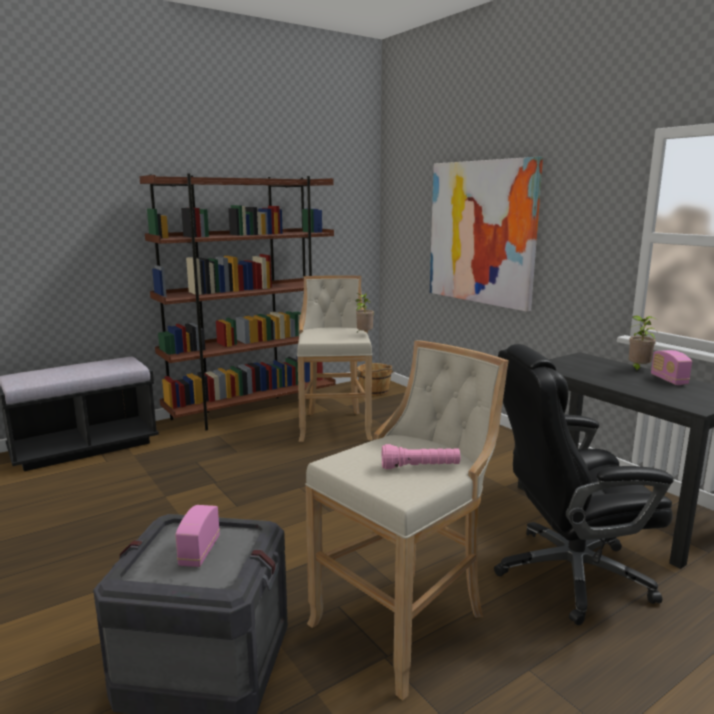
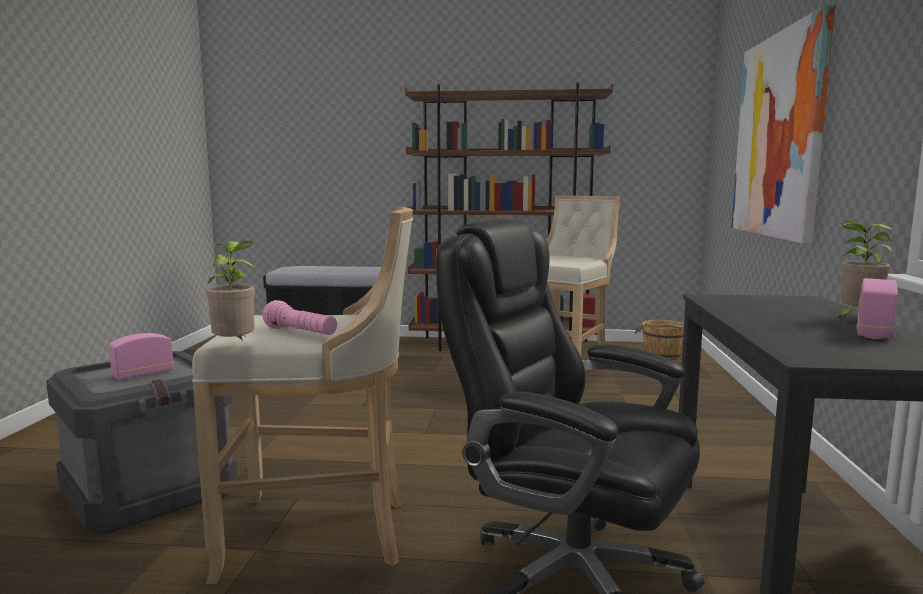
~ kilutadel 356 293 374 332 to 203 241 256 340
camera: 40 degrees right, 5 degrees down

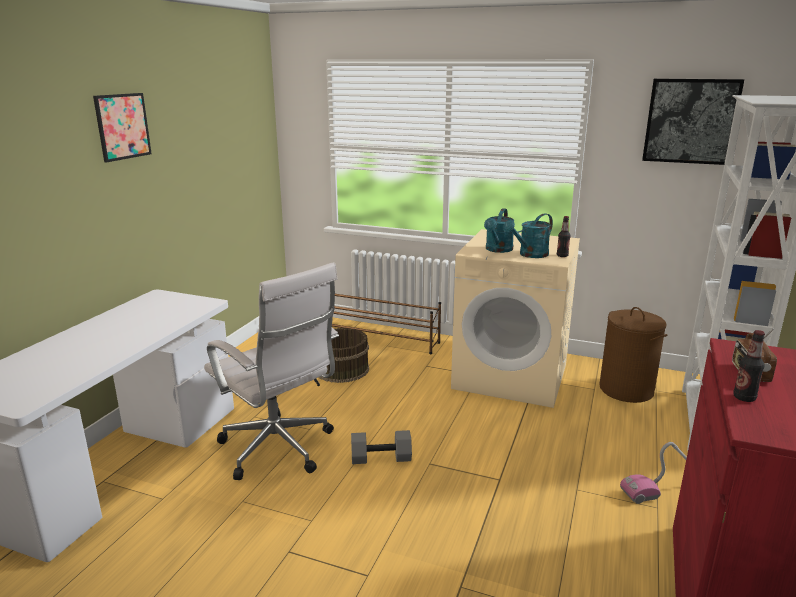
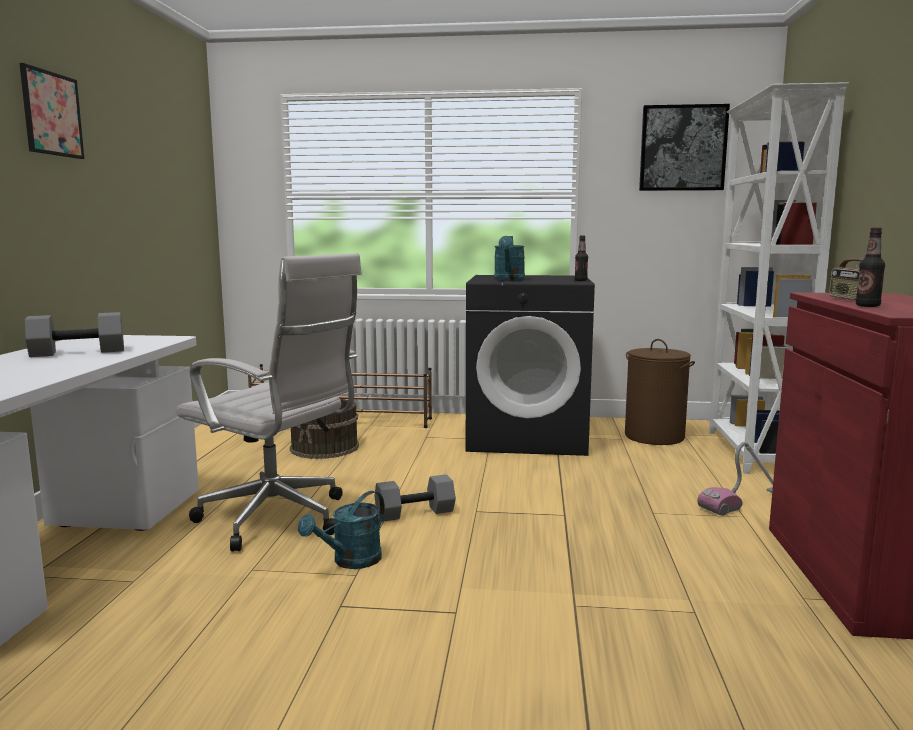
+ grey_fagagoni 25 312 124 357
~ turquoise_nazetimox 503 213 553 258 to 298 491 385 569
~ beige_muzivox 451 229 580 408 to black_muzivox 466 275 595 456
camera: 15 degrees left, 10 degrees down

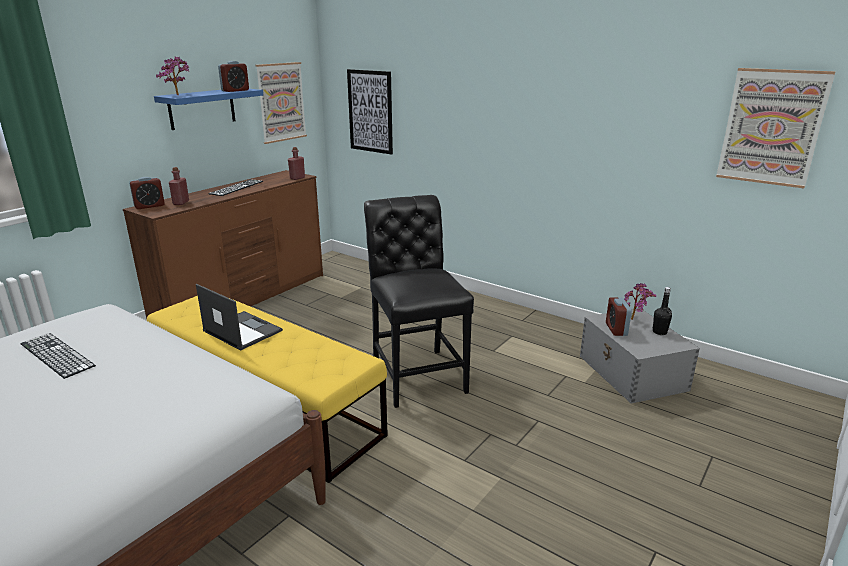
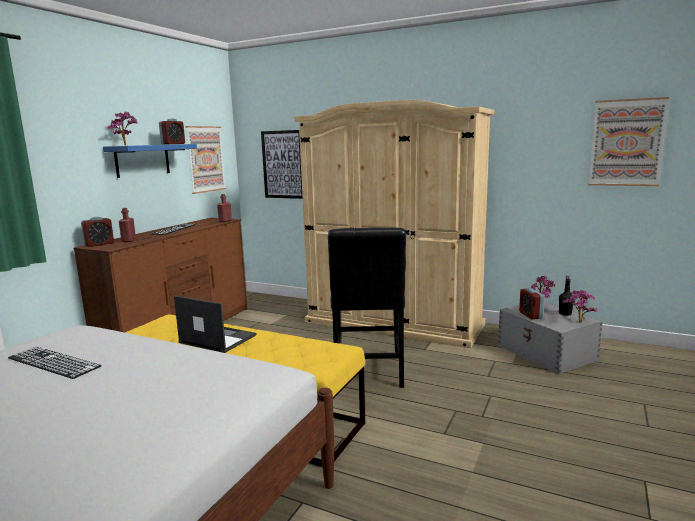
+ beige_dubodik 294 100 494 348
~ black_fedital 364 195 474 408 = 328 227 406 388 150 degrees counterclockwise
+ kilutadel 562 290 598 323
camera: 10 degrees left, 10 degrees down

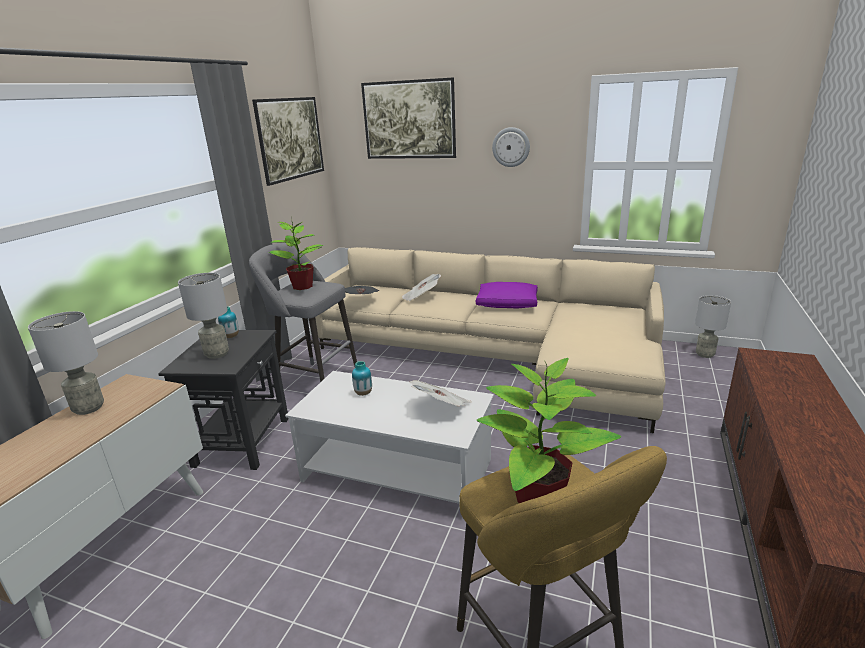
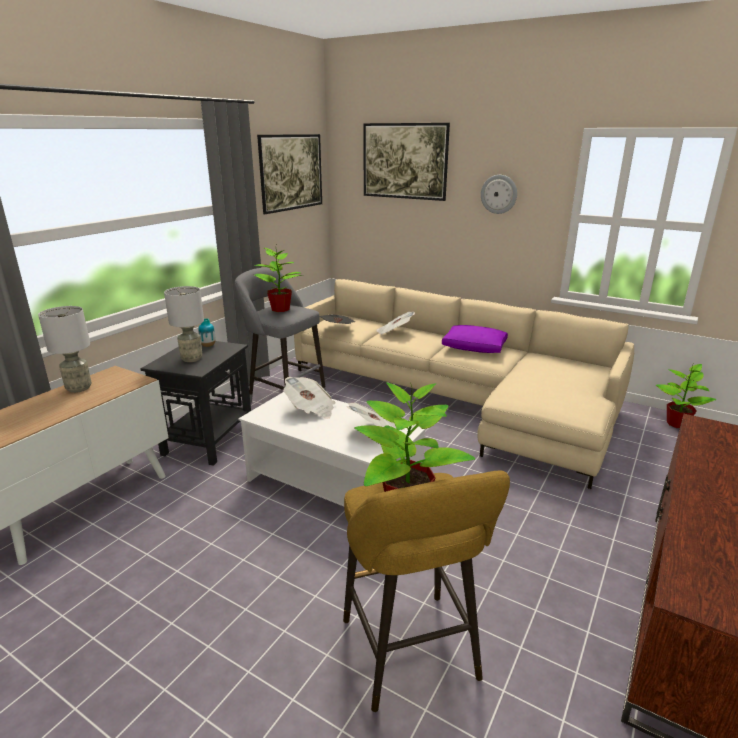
~ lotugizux 352 361 372 396 to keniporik 283 377 335 419
~ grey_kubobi 695 295 731 358 to kilutadel 656 362 717 428
camera: 10 degrees right, 0 degrees up

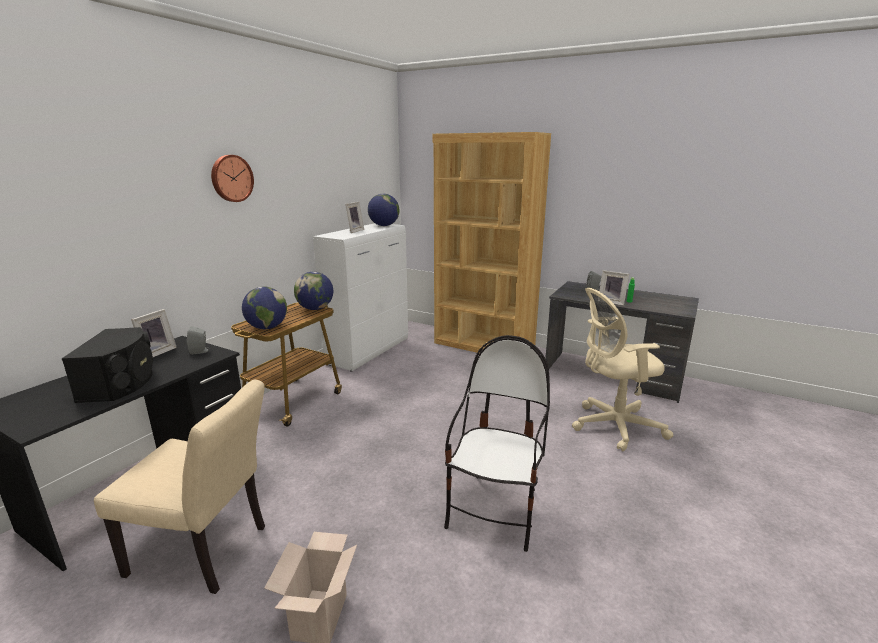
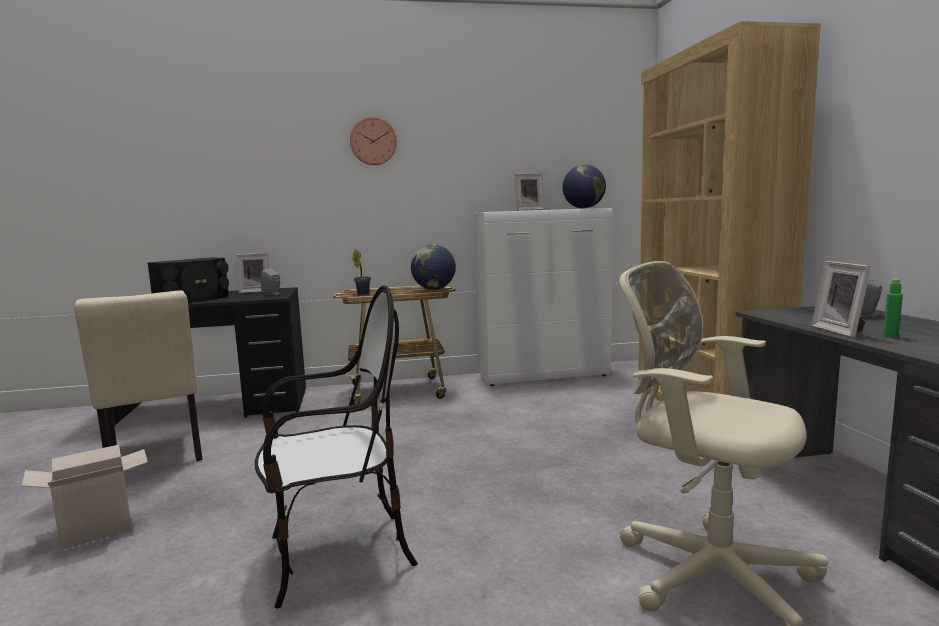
~ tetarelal 242 287 287 329 to kilutadel 353 249 371 295
camera: 50 degrees right, 10 degrees down

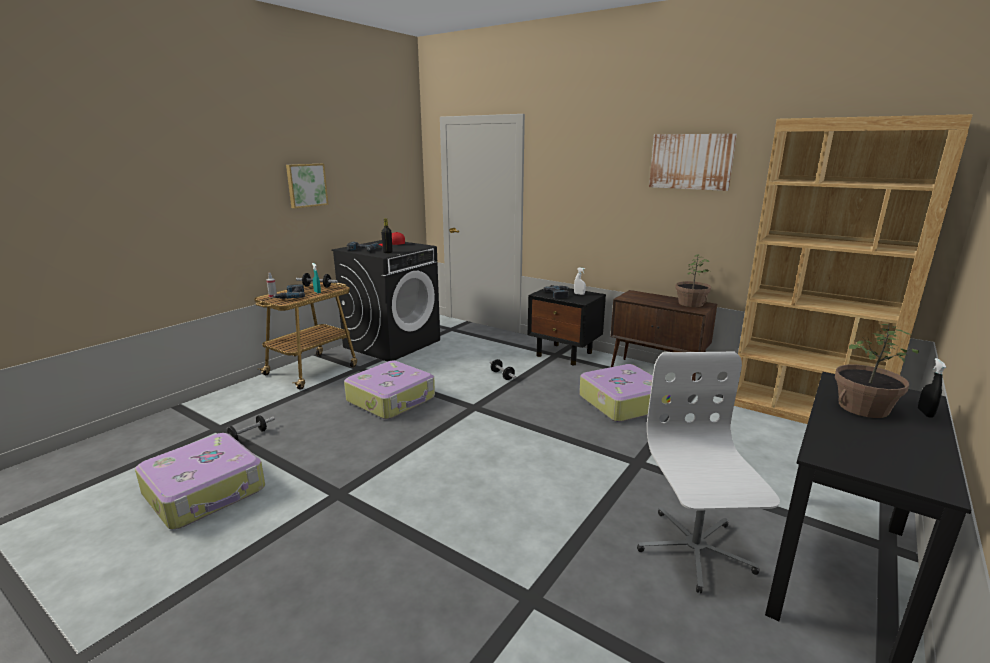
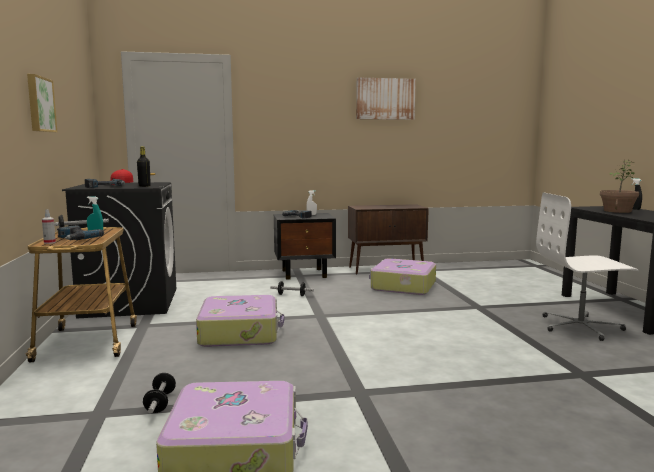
~ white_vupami 637 352 780 593 = 536 192 639 341 45 degrees counterclockwise
- kilutadel 675 254 711 307
- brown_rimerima 734 114 973 424
camera: 45 degrees left, 10 degrees down

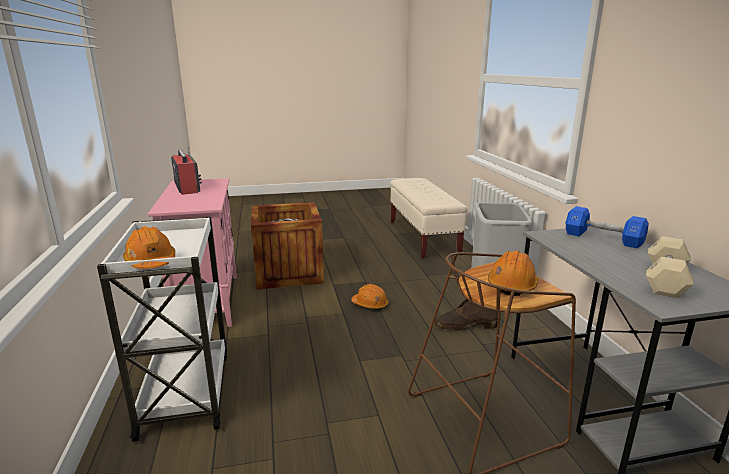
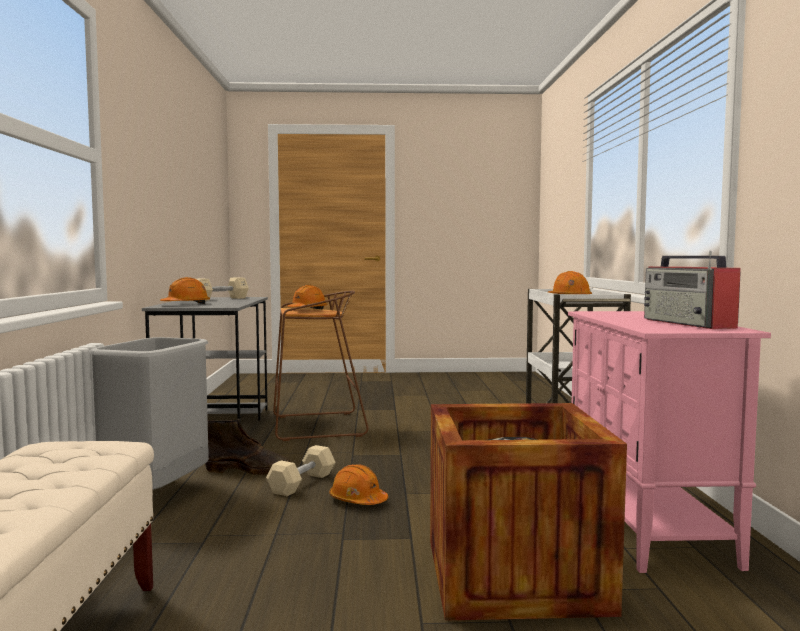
~ blue_fagagoni 566 206 649 249 to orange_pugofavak 160 277 210 304
+ beige_fagagoni 266 445 335 496
camera: 170 degrees left, 15 degrees down

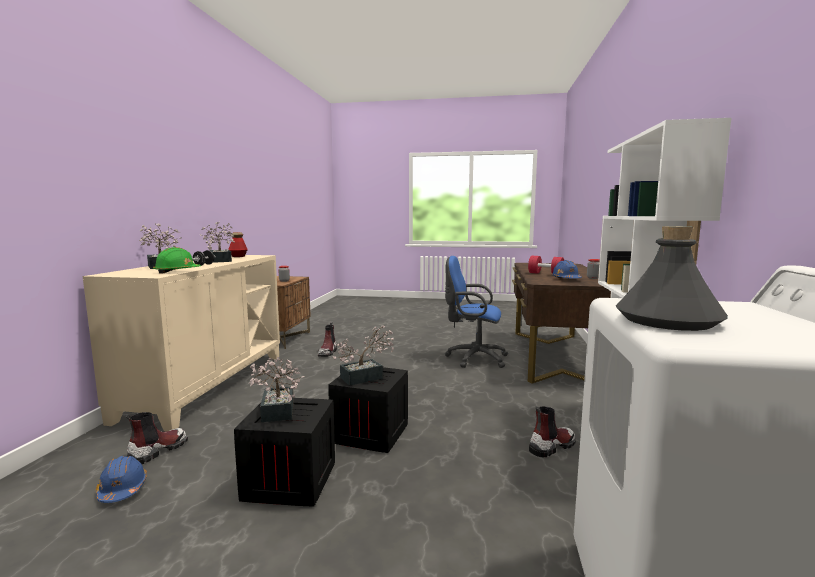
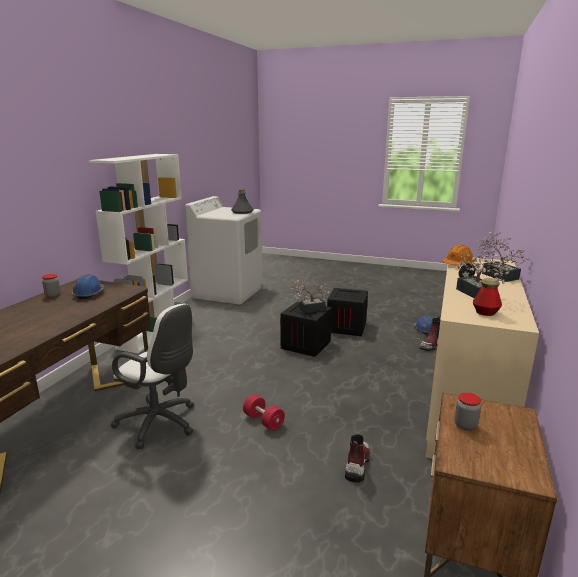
~ blue_vupami 445 256 508 368 to white_vupami 111 304 194 449
~ red_fagagoni 528 256 564 274 to 243 394 285 431
~ green_pugofavak 153 247 201 274 to orange_pugofavak 443 245 474 265
- kilutadel 249 357 304 422
- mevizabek 529 406 576 457
camera: 170 degrees left, 10 degrees up

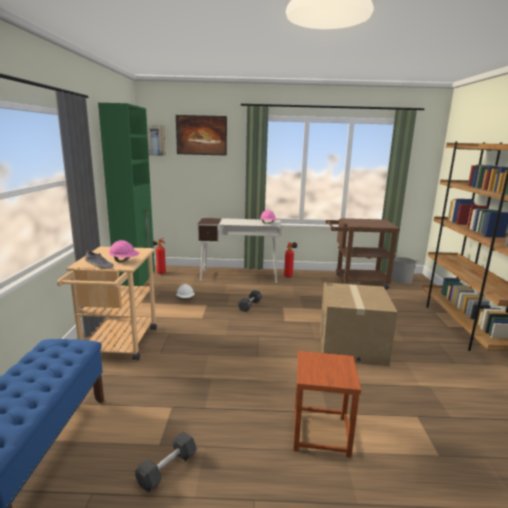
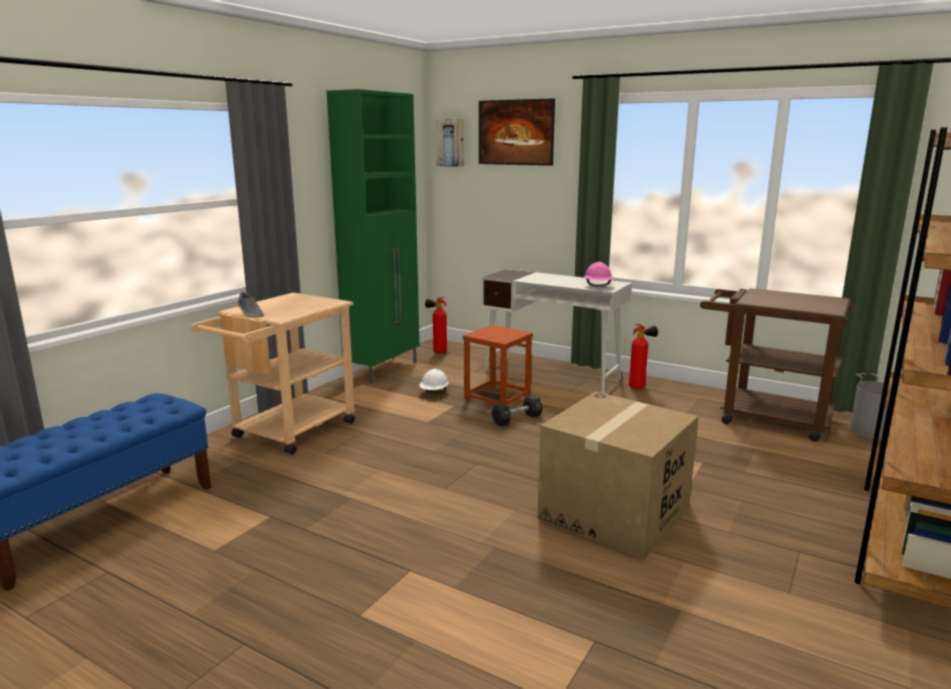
~ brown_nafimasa 293 351 361 457 to 463 325 533 405
- pink_pugofavak 109 240 139 262
- black_fagagoni 135 431 197 492
camera: 30 degrees right, 0 degrees up

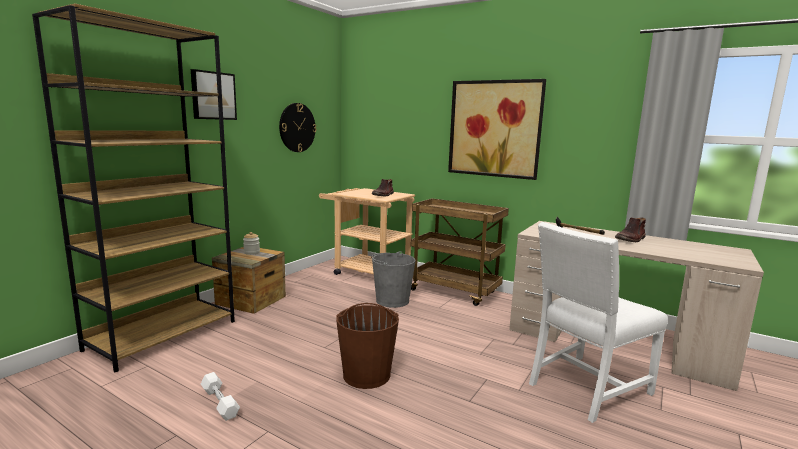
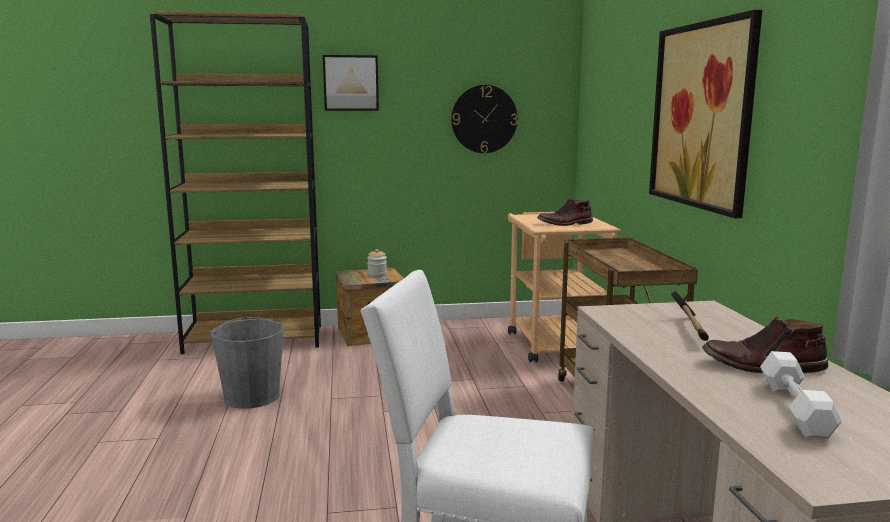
~ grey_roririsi 371 251 415 308 to 210 317 284 409
~ white_fagagoni 201 372 240 421 to 760 351 842 439
- brown_roririsi 336 303 399 389
camera: 50 degrees right, 0 degrees up

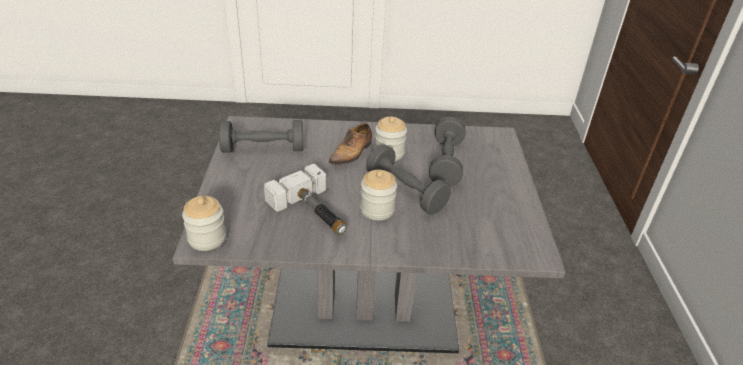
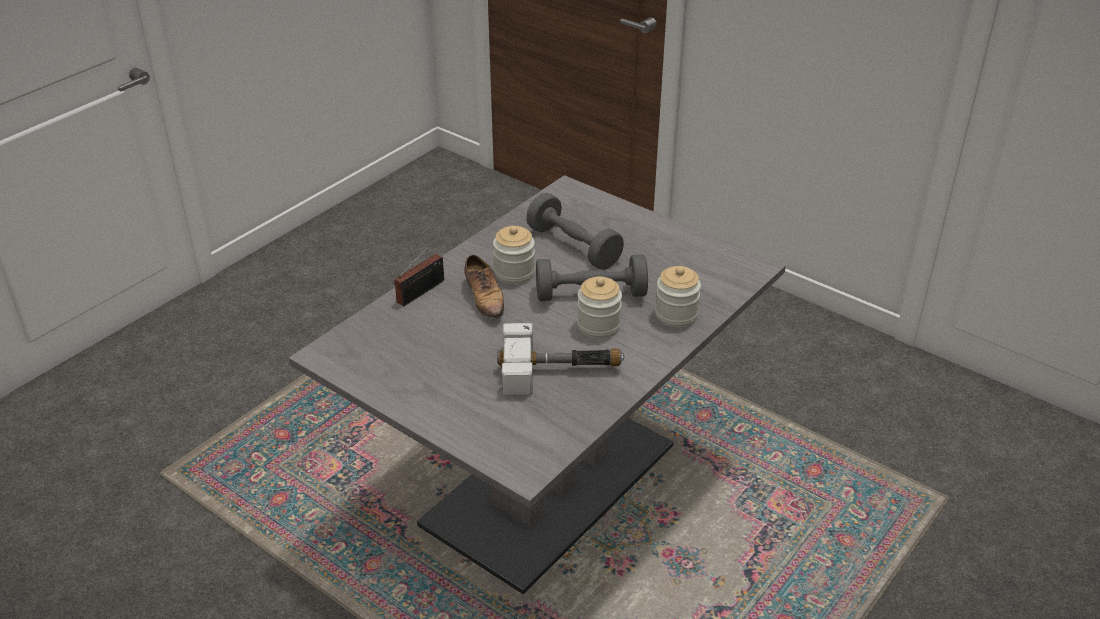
+ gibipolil 395 233 444 306
~ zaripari 182 196 226 251 to 655 266 701 327
- grey_fagagoni 219 120 304 153
camera: 50 degrees left, 0 degrees up

